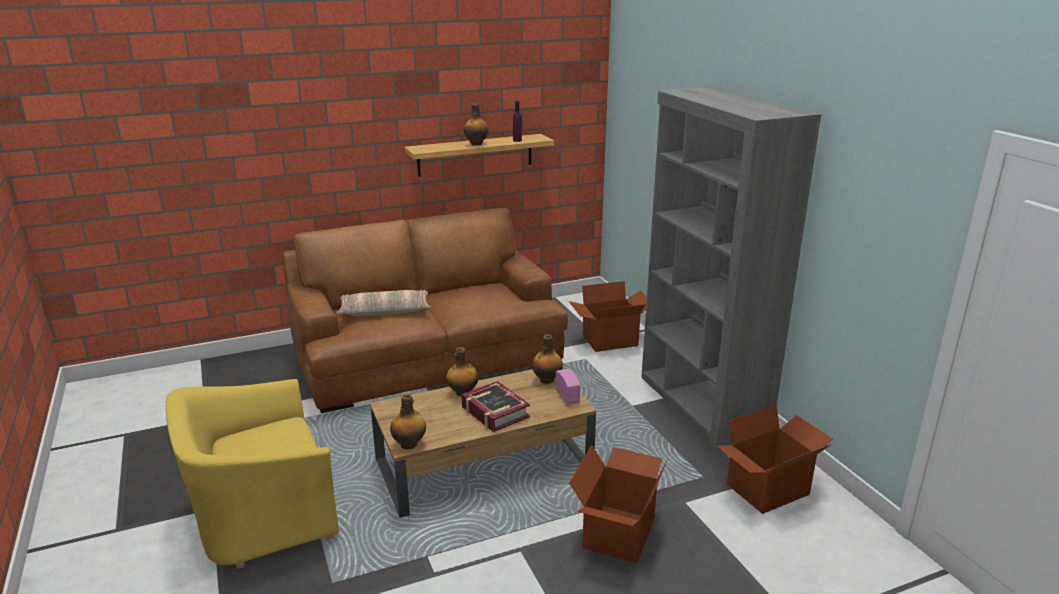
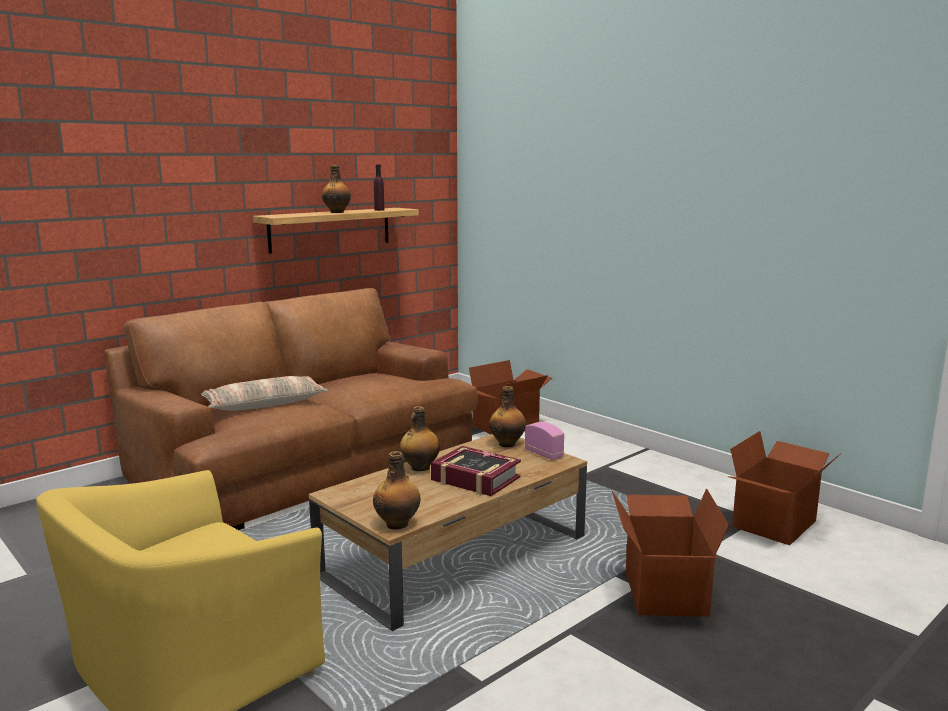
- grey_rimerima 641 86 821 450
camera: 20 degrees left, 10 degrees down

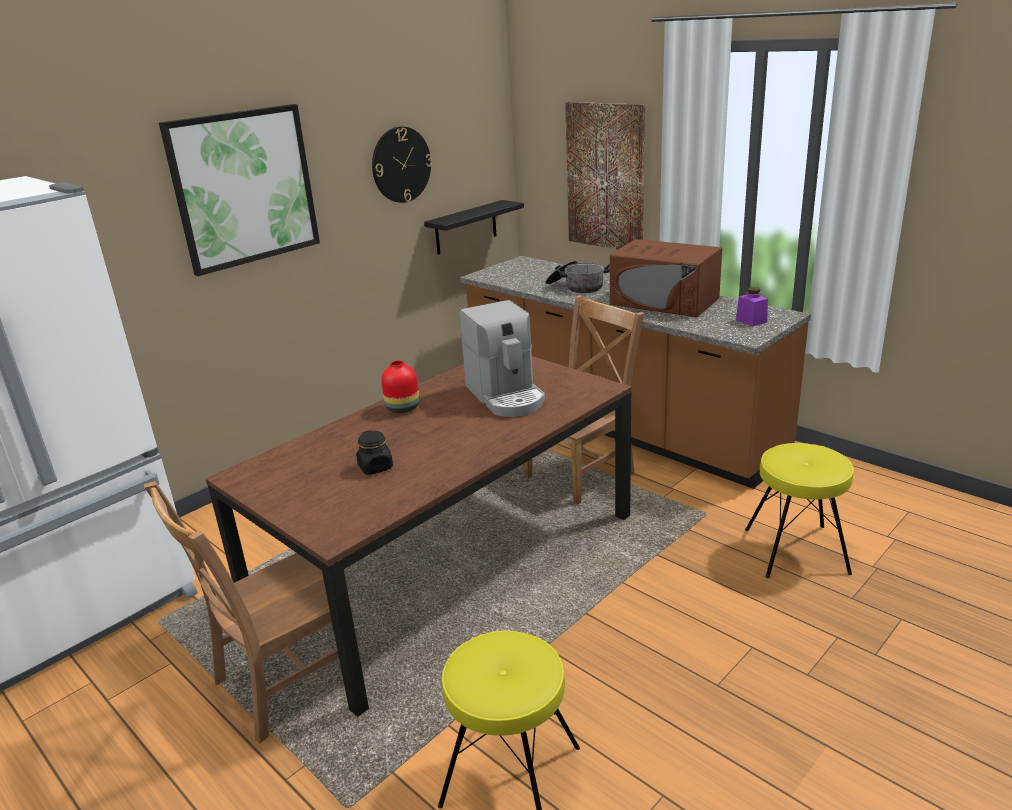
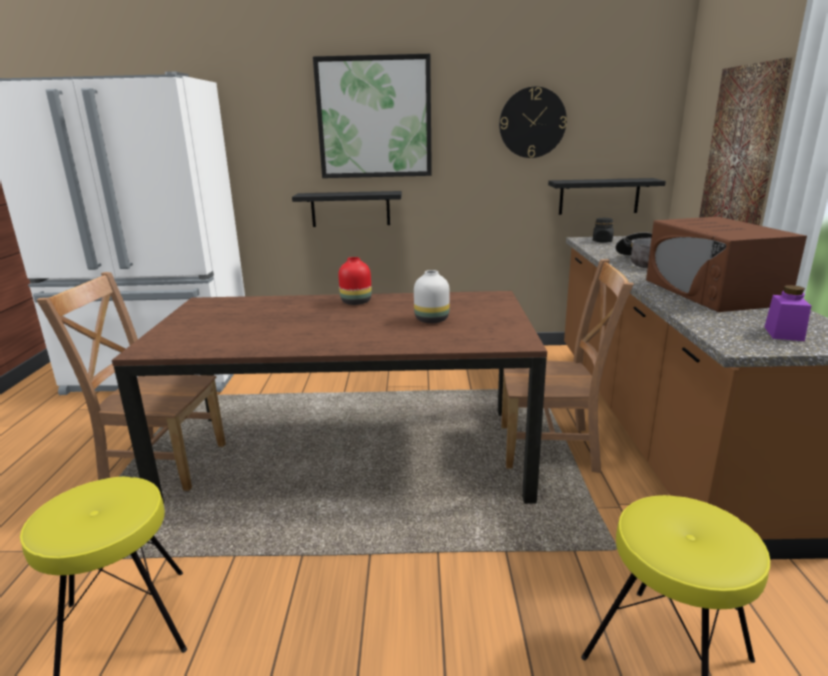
+ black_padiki 292 191 402 227
~ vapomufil 460 300 545 417 to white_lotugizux 414 270 450 323
~ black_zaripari 356 430 393 475 to 593 218 614 243
camera: 45 degrees right, 5 degrees down

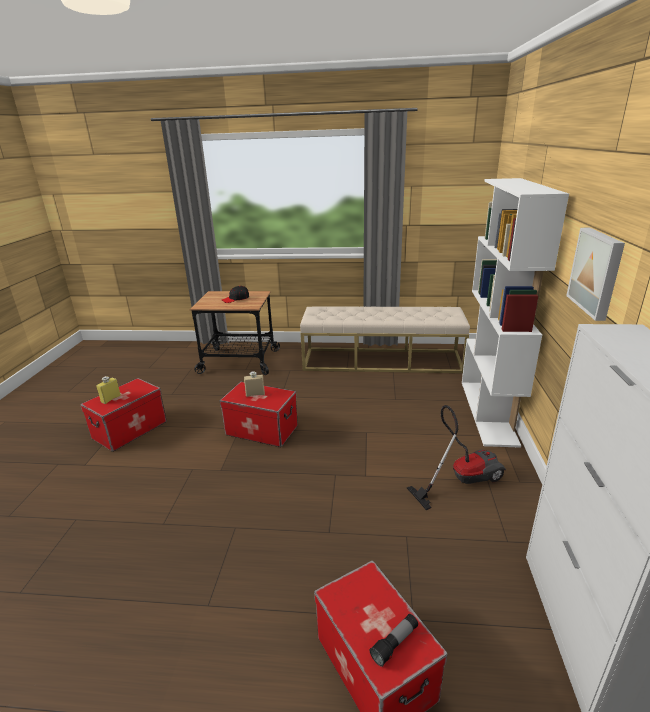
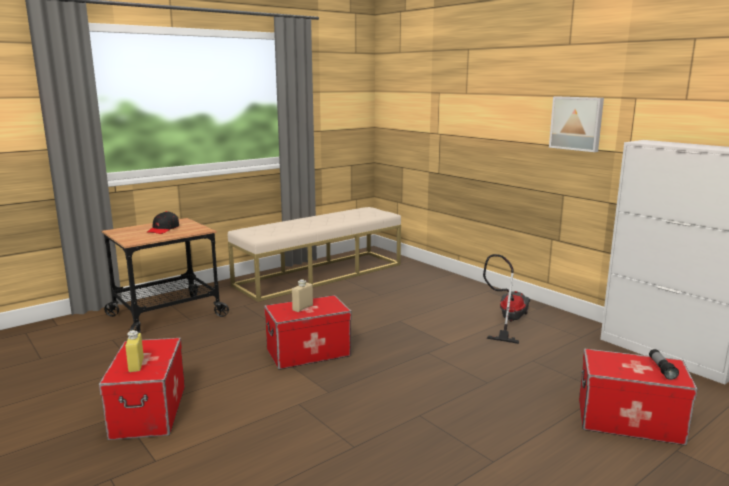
- white_rimerima 462 178 569 448
camera: 45 degrees left, 10 degrees down

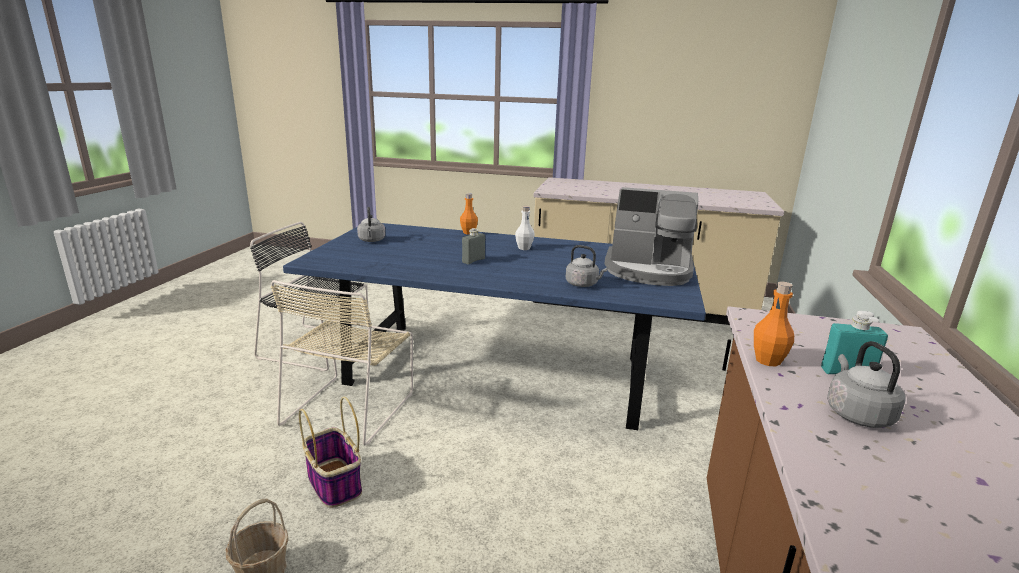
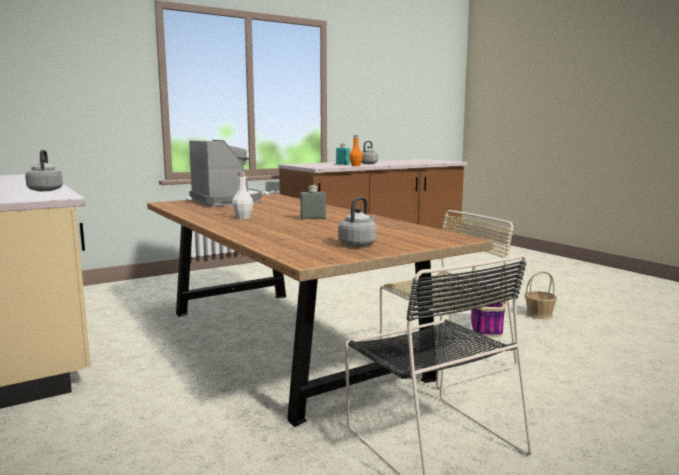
~ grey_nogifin 566 245 607 287 to 25 150 63 191
~ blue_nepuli 283 223 706 430 to brown_nepuli 147 194 493 427
- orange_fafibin 460 193 478 234
camera: 135 degrees left, 10 degrees down

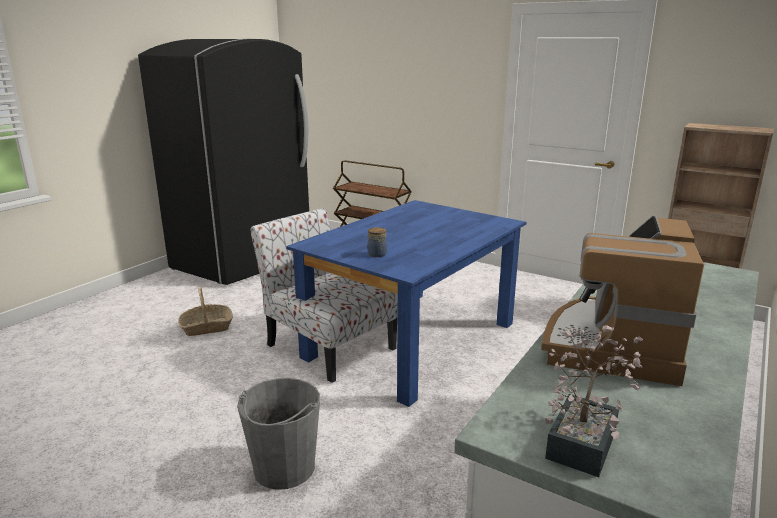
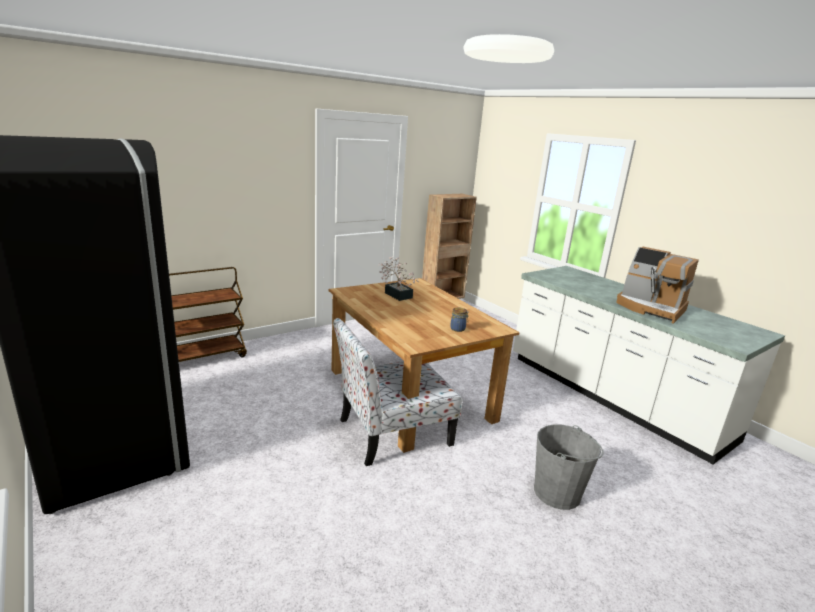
~ blue_nepuli 286 200 526 407 to brown_nepuli 329 278 520 453
~ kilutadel 545 325 644 477 to 379 257 419 301
- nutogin 178 287 233 336
camera: 70 degrees left, 0 degrees up

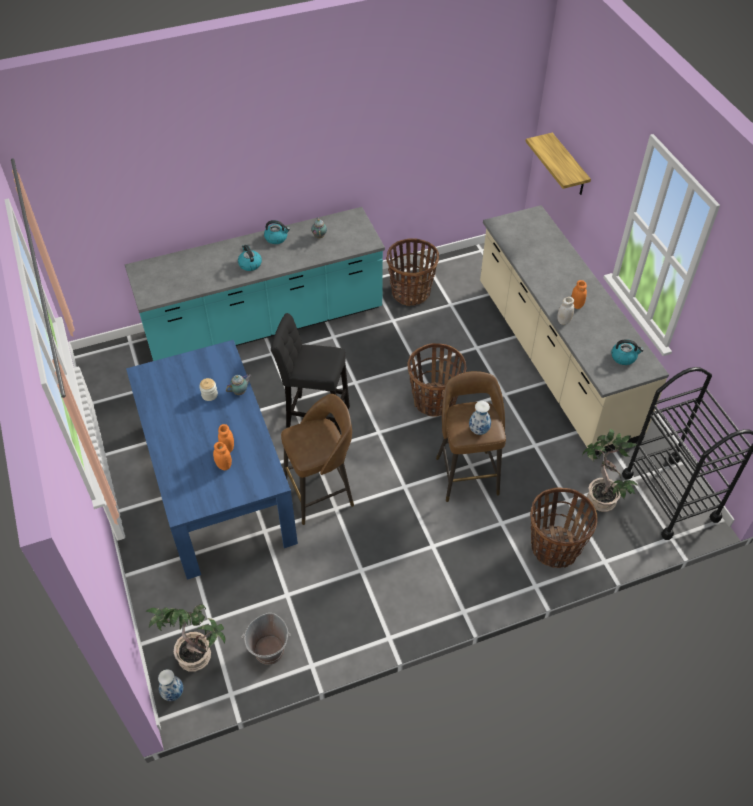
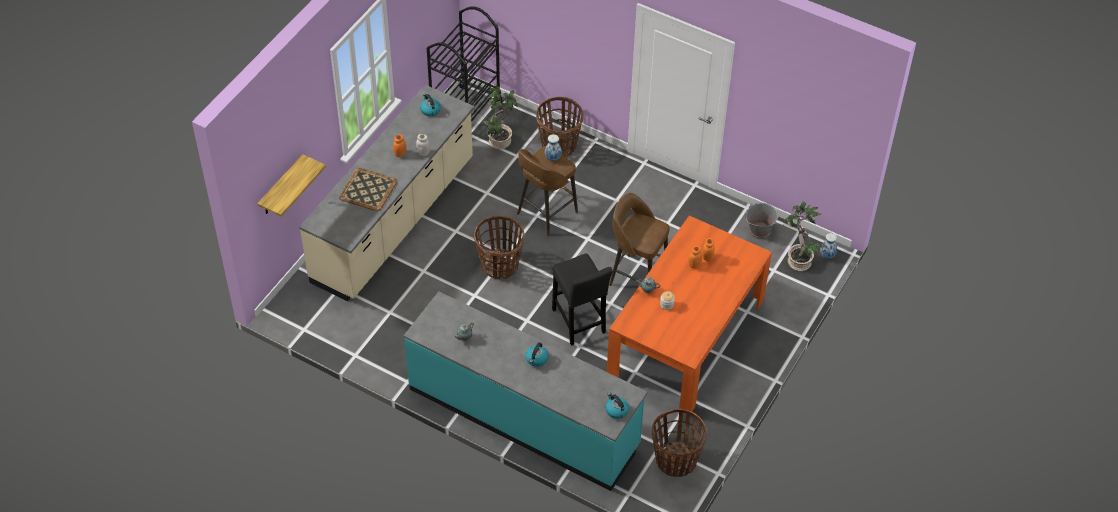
+ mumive 339 167 397 211
~ nogifin 264 220 290 244 to 605 393 629 419
~ blue_nepuli 126 340 298 580 to orange_nepuli 607 216 772 415
~ nutogin 386 239 439 306 to 652 409 707 477
camera: 130 degrees left, 0 degrees up

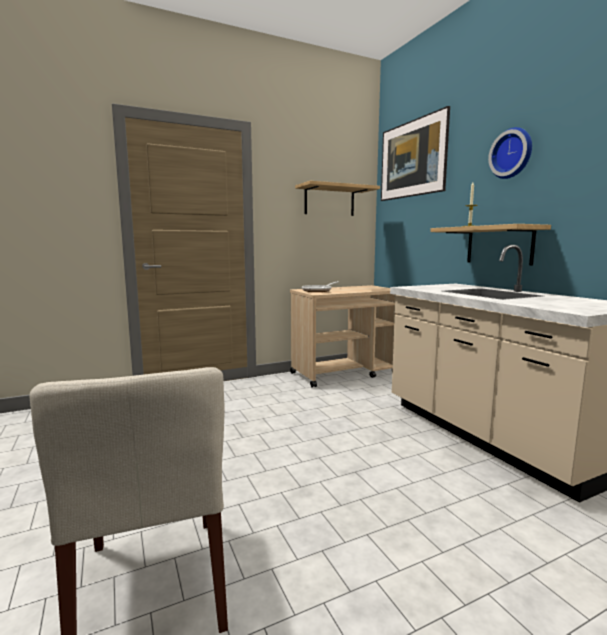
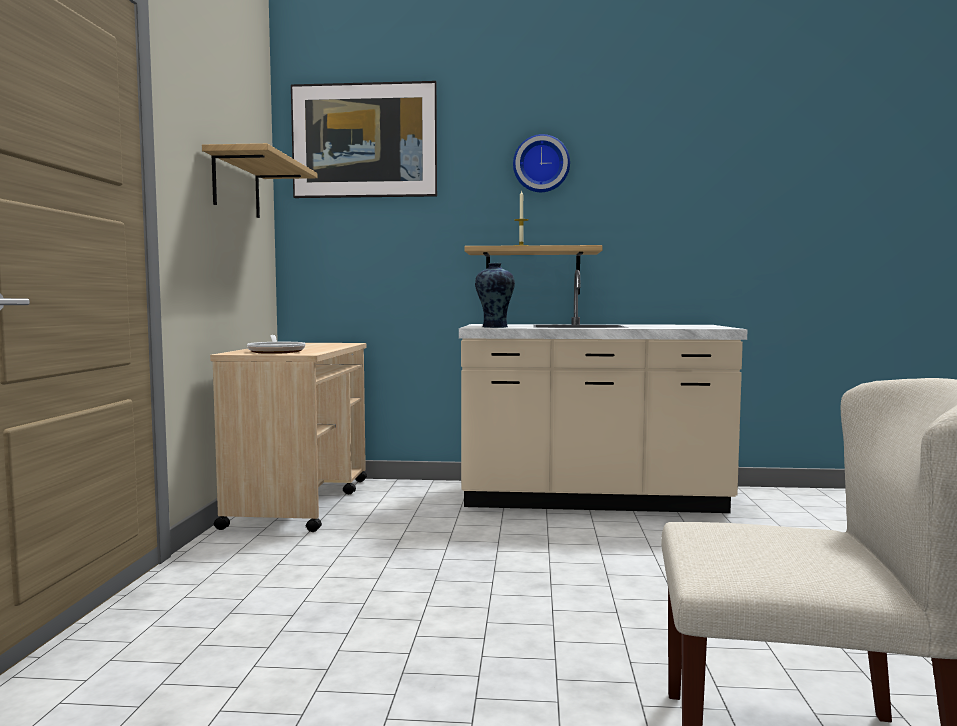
+ lotugizux 475 263 515 328
camera: 60 degrees left, 5 degrees down

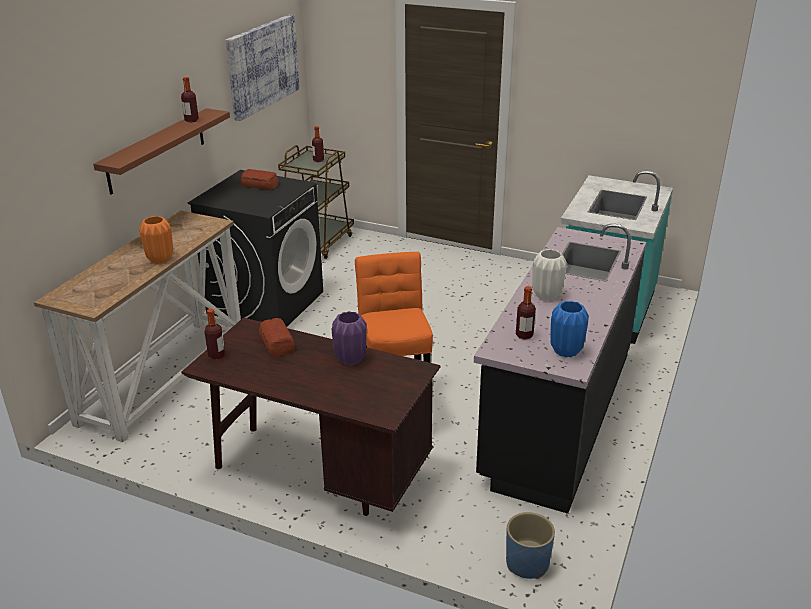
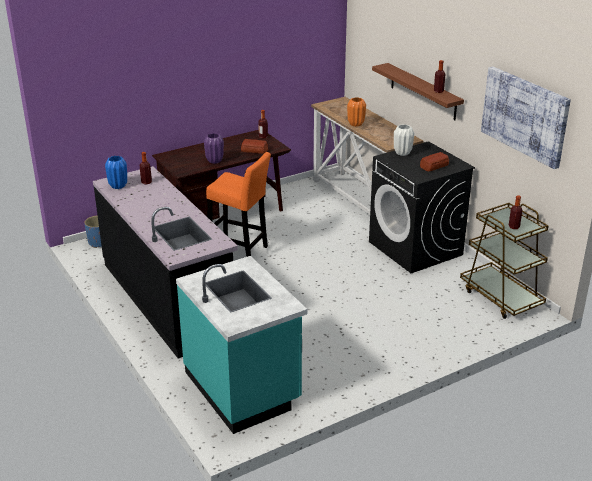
~ white_lotugizux 532 249 567 301 to 394 124 414 156
camera: 125 degrees right, 0 degrees up

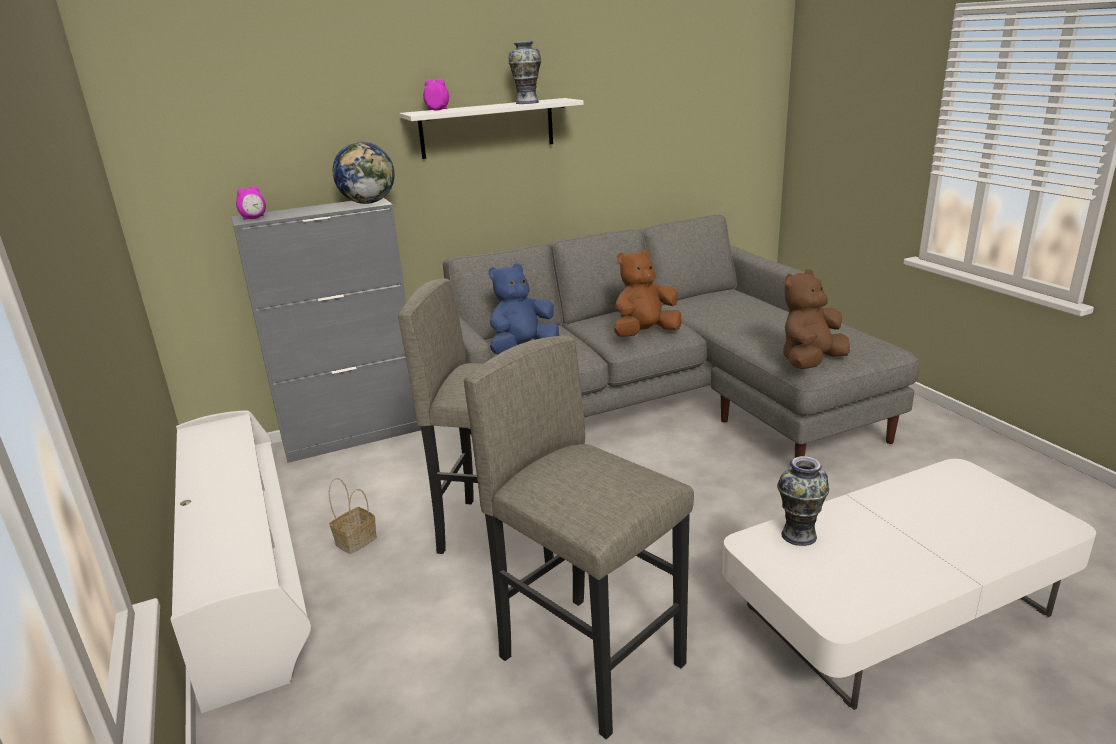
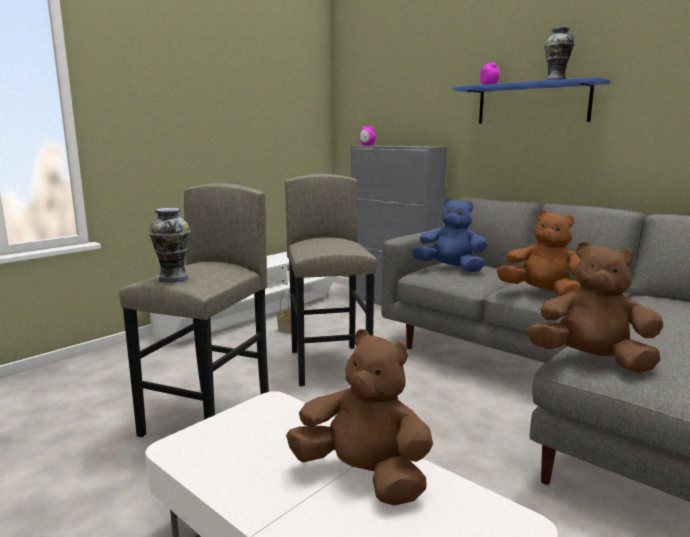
~ lotugizux 777 456 829 546 to 149 208 190 282
+ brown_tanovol 286 329 433 506
~ white_padiki 400 98 584 159 to blue_padiki 453 77 610 124
- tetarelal 332 141 395 204
camera: 65 degrees right, 10 degrees down

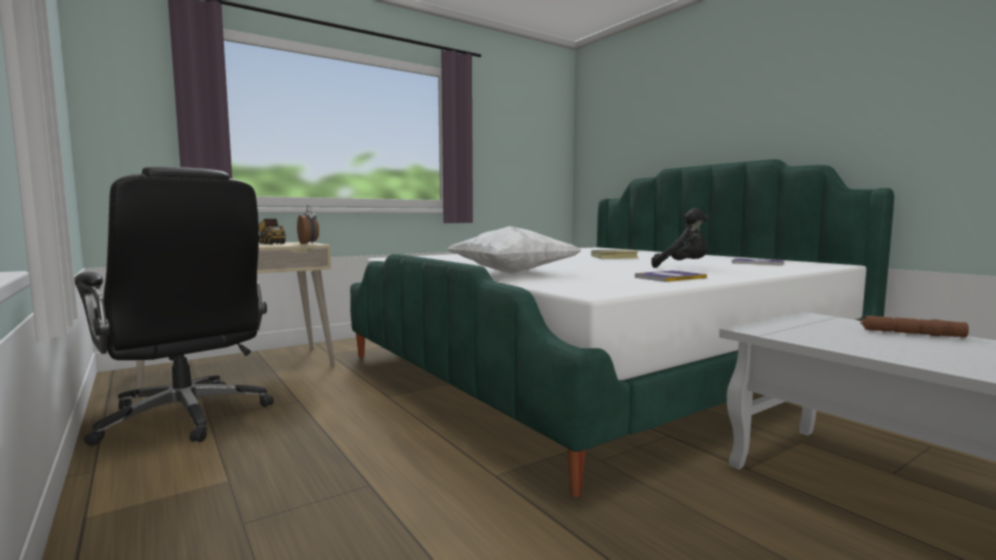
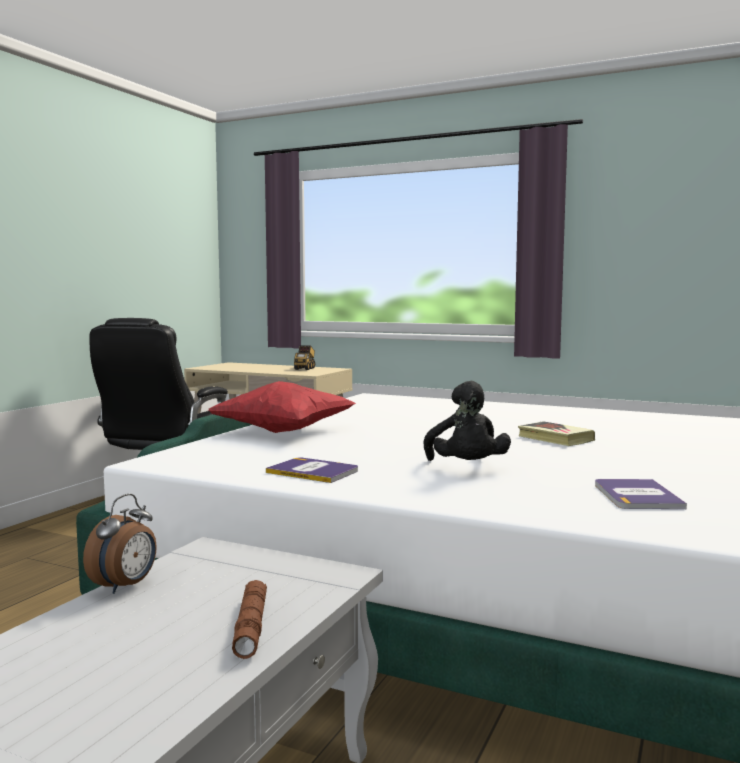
~ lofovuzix 297 205 319 244 to 83 494 157 594
~ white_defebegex 447 226 582 274 to red_defebegex 208 381 356 433
camera: 60 degrees right, 0 degrees up

